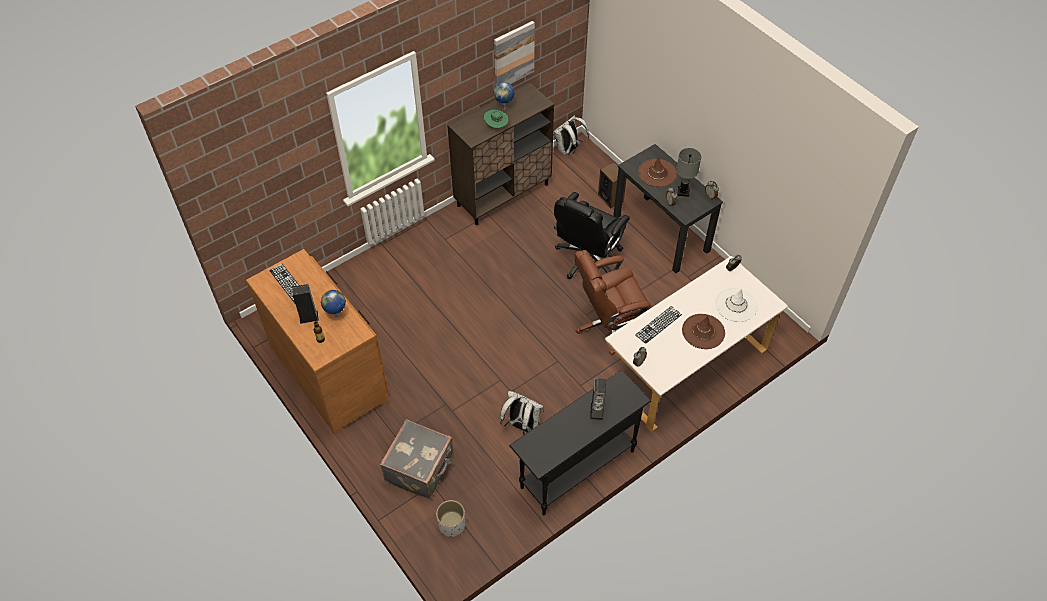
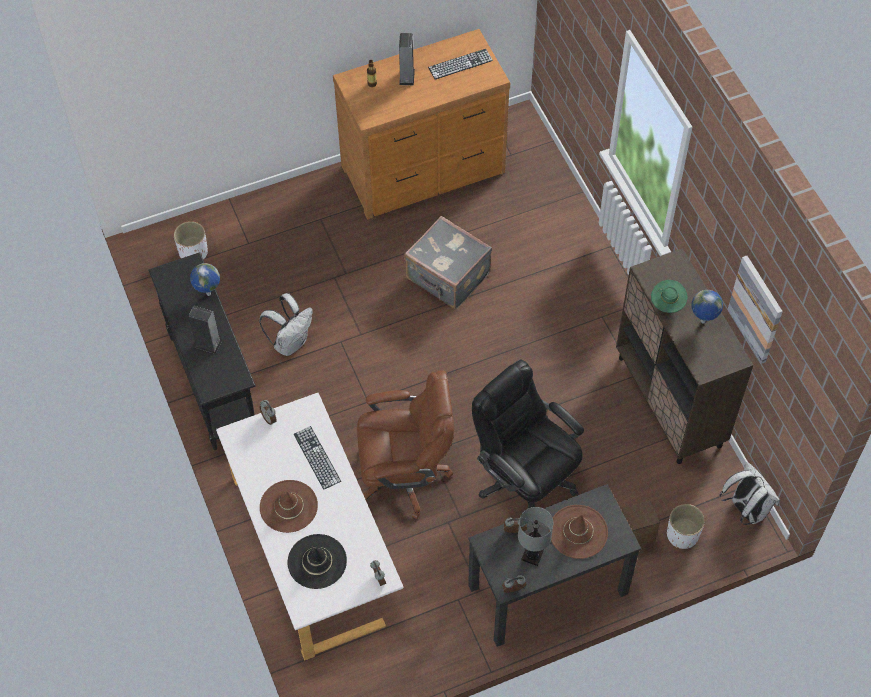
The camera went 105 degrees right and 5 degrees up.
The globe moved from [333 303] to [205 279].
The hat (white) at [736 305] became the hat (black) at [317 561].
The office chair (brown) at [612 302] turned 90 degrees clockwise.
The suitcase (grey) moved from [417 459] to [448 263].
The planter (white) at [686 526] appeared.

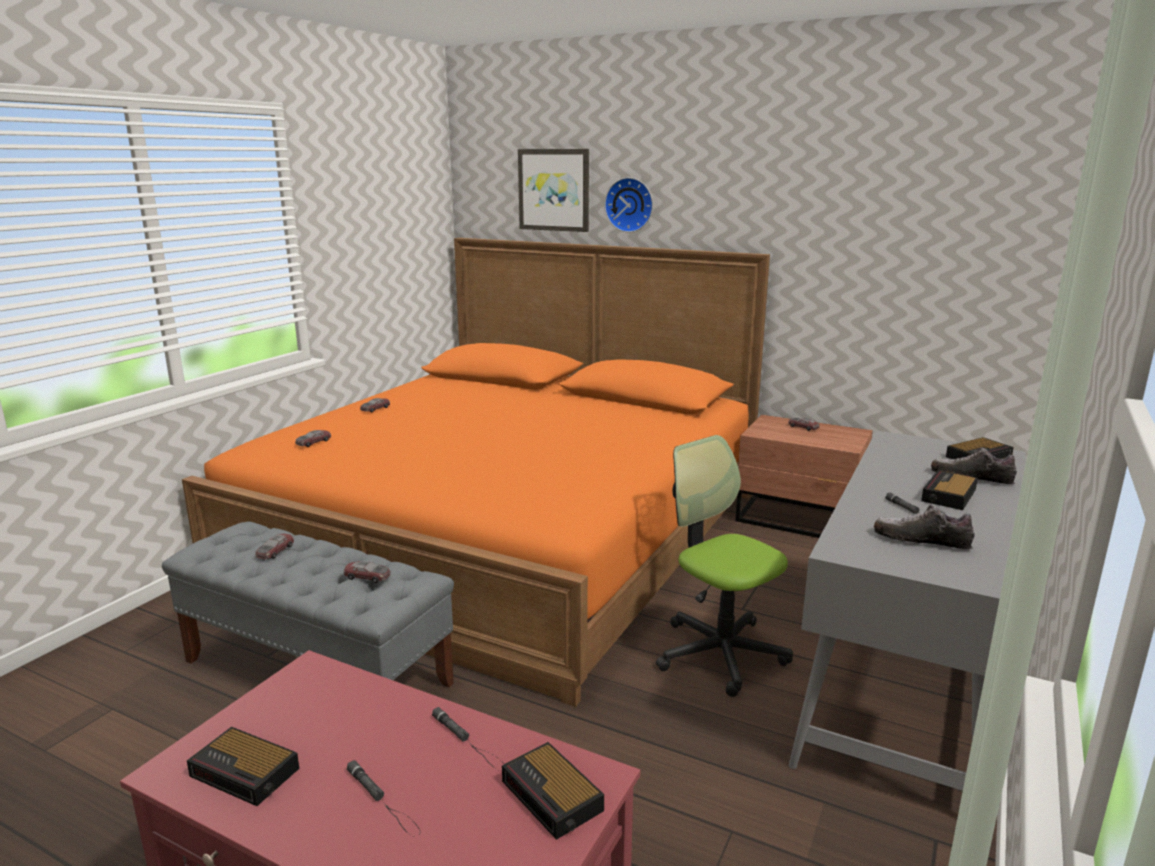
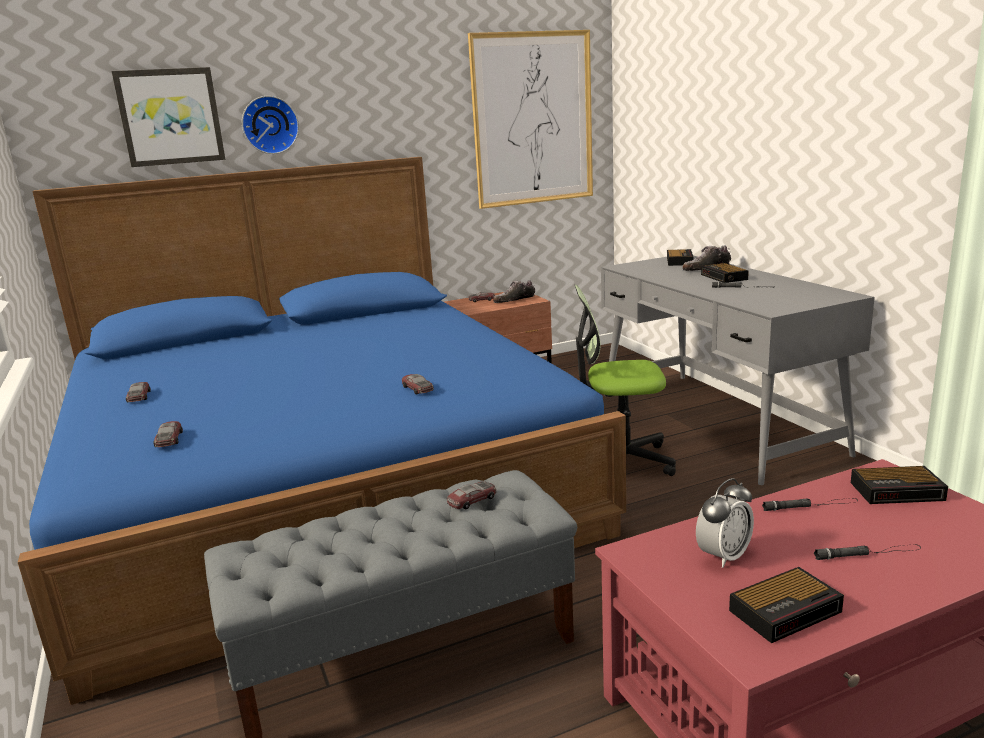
The camera went 50 degrees left and 0 degrees up.
The bed (orange) at [476 472] became the bed (blue) at [322 431].
The toy car moved from [274 546] to [418 384].
The picture at [530 119] appeared.
The shoe moved from [924 526] to [514 291].
The alarm clock at [725 523] appeared.

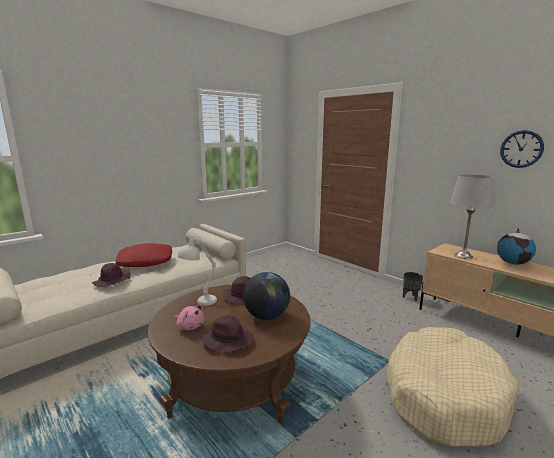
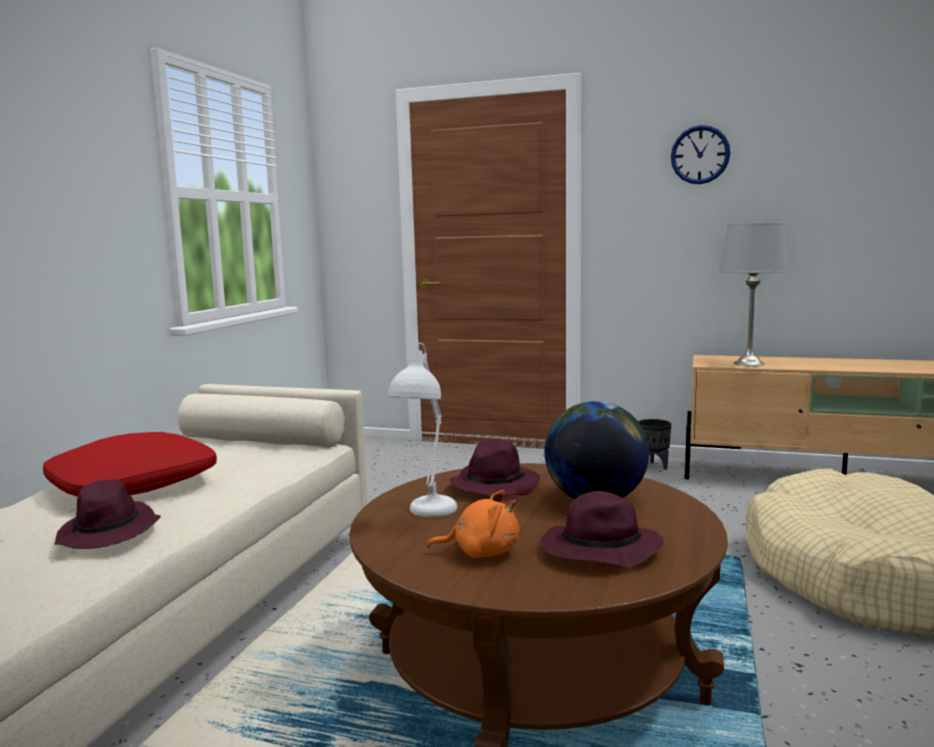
The camera went 30 degrees left and 5 degrees down.
The plush toy (pink) at [189 317] became the plush toy (orange) at [473 524].
The wall clock moved from [522 149] to [700 154].
The globe at [516 246] disappeared.

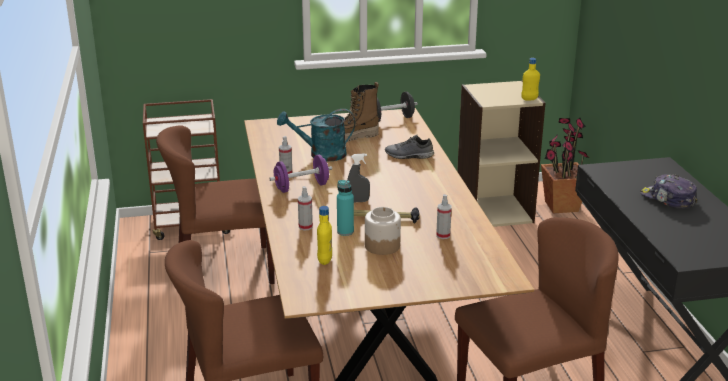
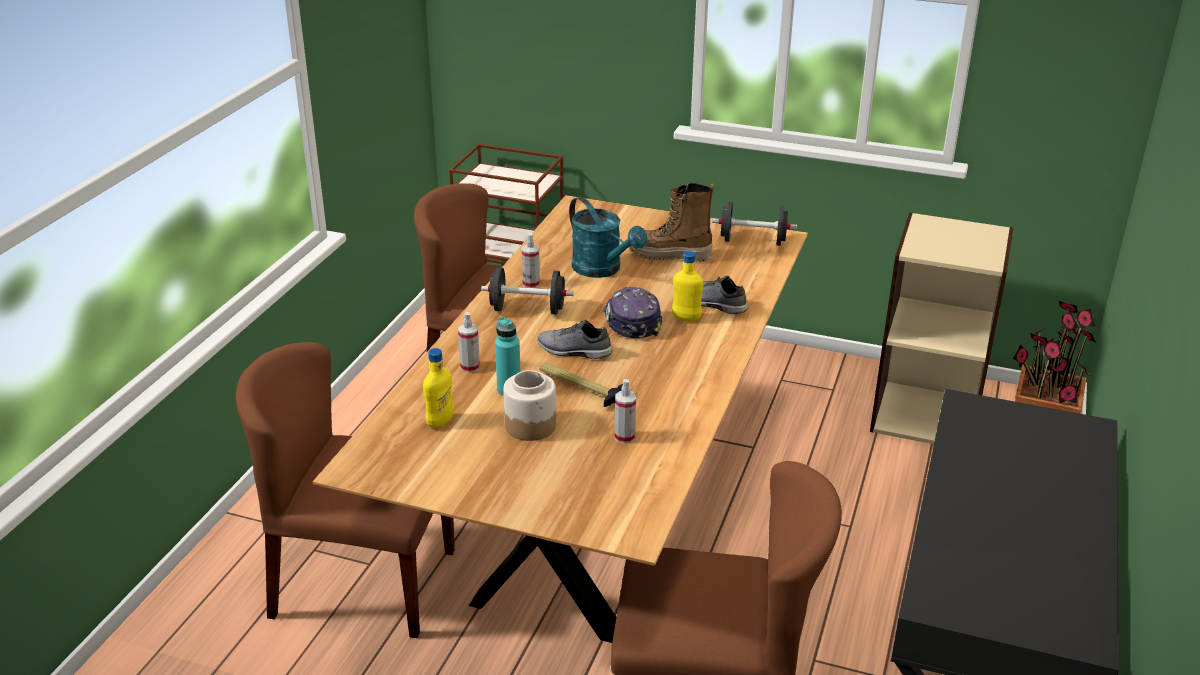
The camera went 30 degrees right and 5 degrees up.
The dumbbell (purple) at [300 174] became the dumbbell (black) at [527 291].
The spray bottle (grey) at [358 177] was replaced by the shoe (grey) at [575 339].
The watering can (turquoise) at [316 135] turned 150 degrees counterclockwise.
The cap moved from [669 192] to [632 312].
The bottle (yellow) moved from [530 79] to [687 286].

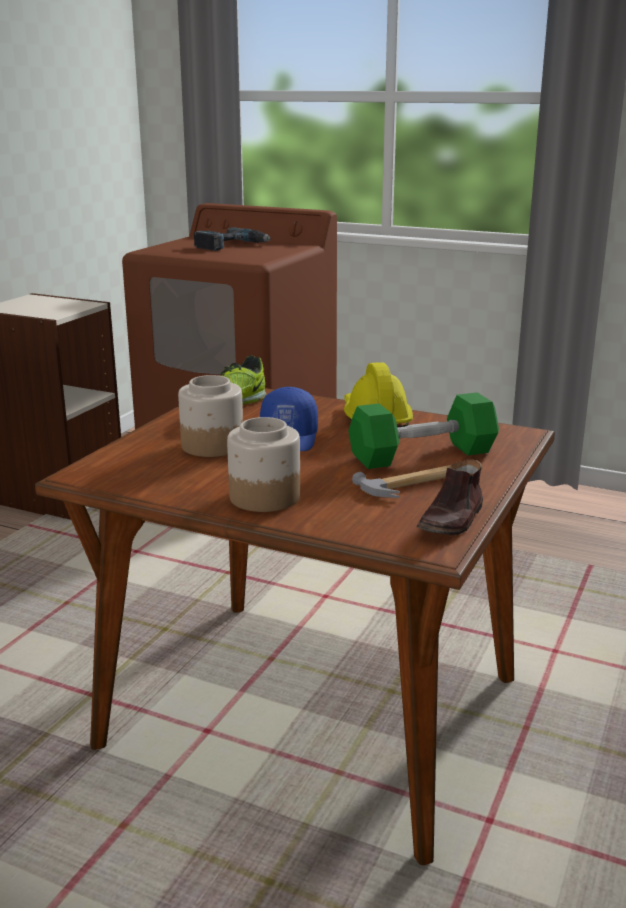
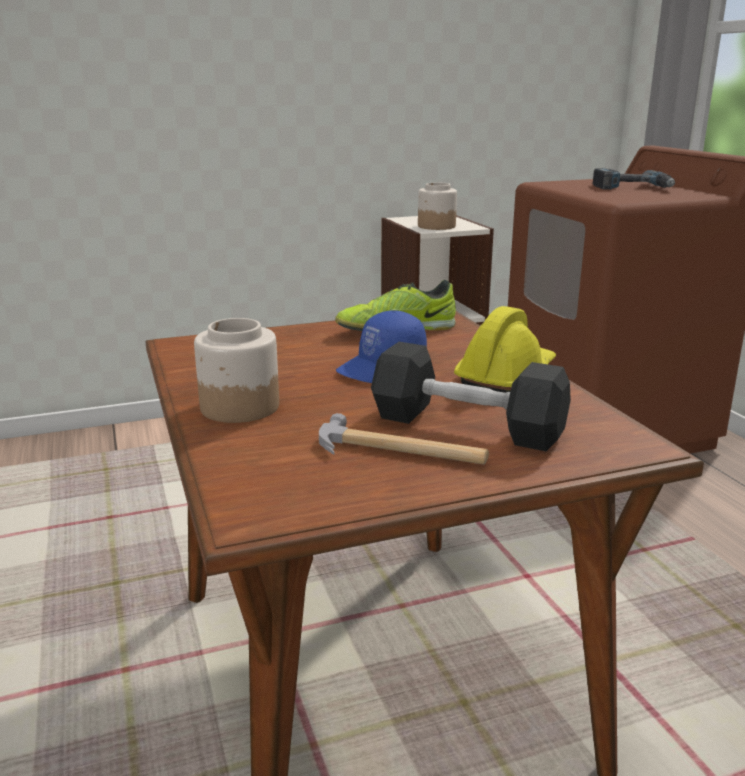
The camera went 45 degrees right and 0 degrees up.
The dumbbell (green) at [424 430] became the dumbbell (black) at [471 396].
The jar moved from [210 416] to [437 206].
The shoe (brown) at [450 497] disappeared.

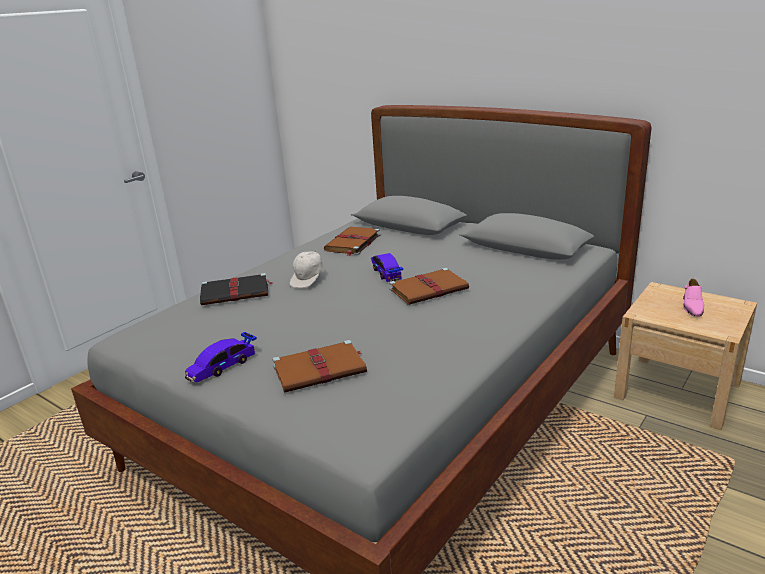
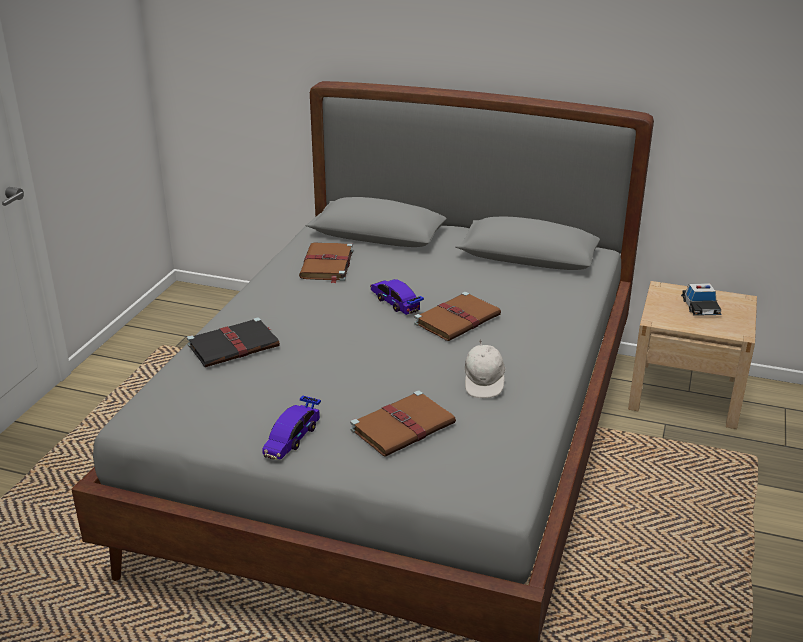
The camera went 20 degrees left and 5 degrees up.
The cap (white) moved from [306 268] to [485 368].
The shoe (pink) at [693 298] was replaced by the toy car at [701 299].

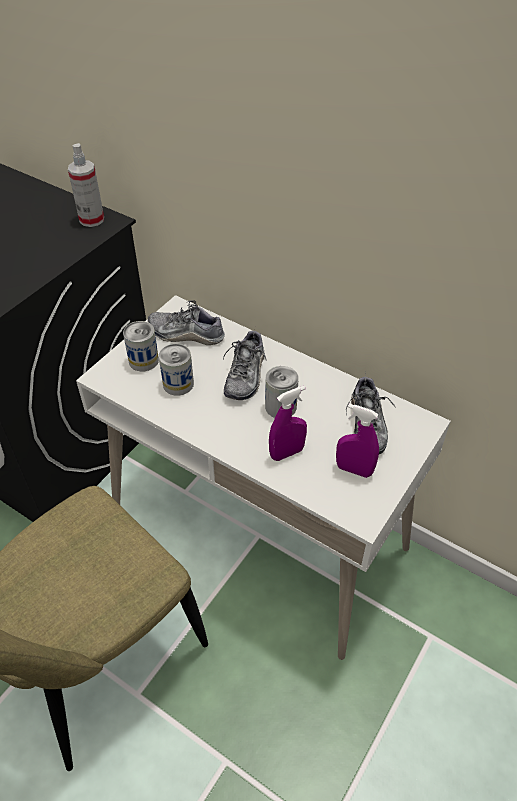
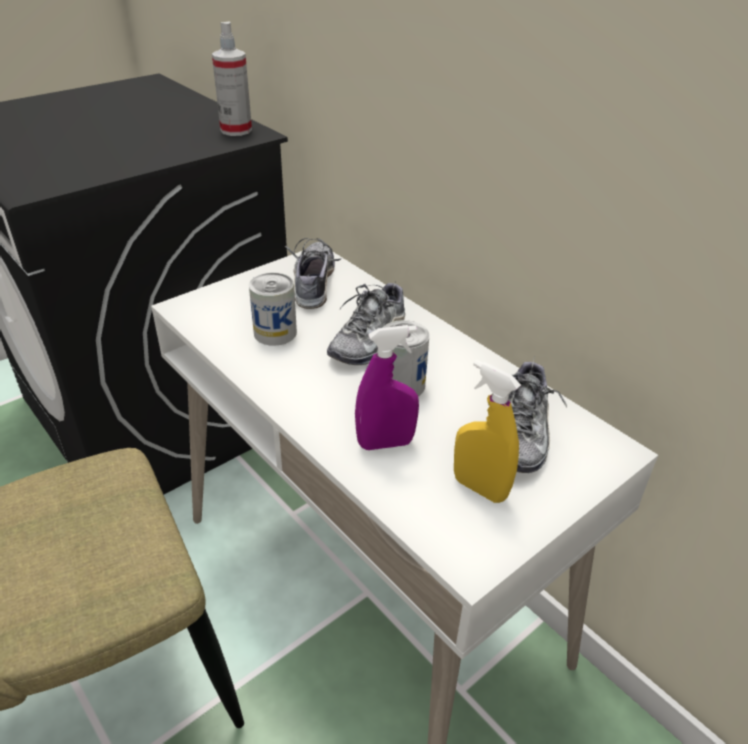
The camera went 15 degrees right and 10 degrees down.
The shoe at [186 322] turned 60 degrees clockwise.
The spray bottle (purple) at [357 441] became the spray bottle (yellow) at [487 431].
The can at [141 346] disappeared.

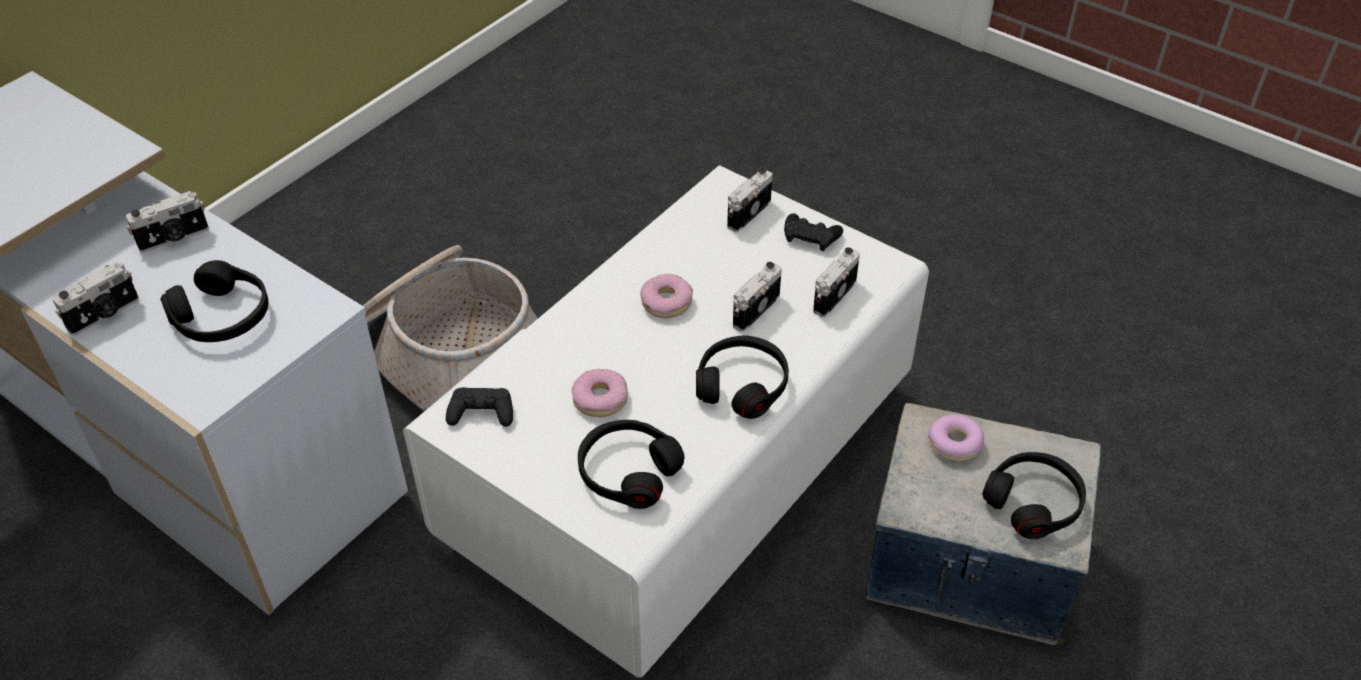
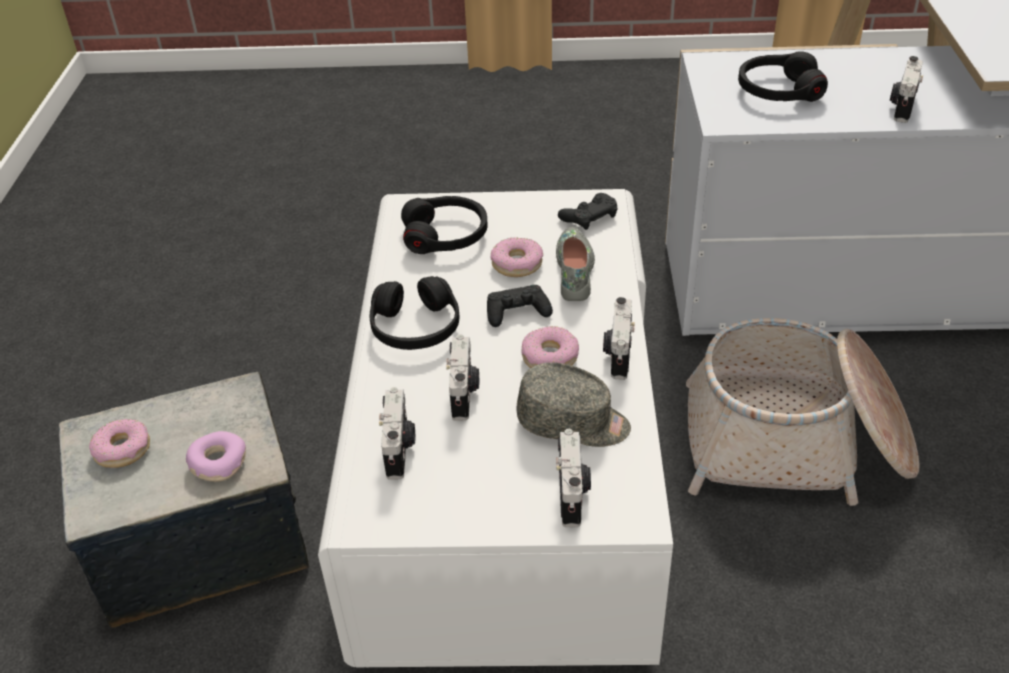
The camera went 145 degrees right and 5 degrees down.
The headphones (black) at [1034 495] was replaced by the donut at [119 443].
The game controller (black) moved from [813 232] to [520 306].
The cap (grey) at [573 404] appeared.
The shoe (grey) at [575 264] appeared.
The photo camera moved from [96 299] to [619 338].

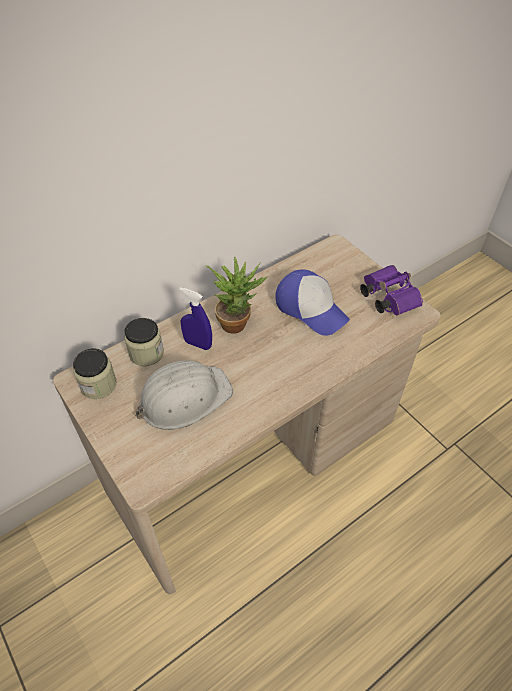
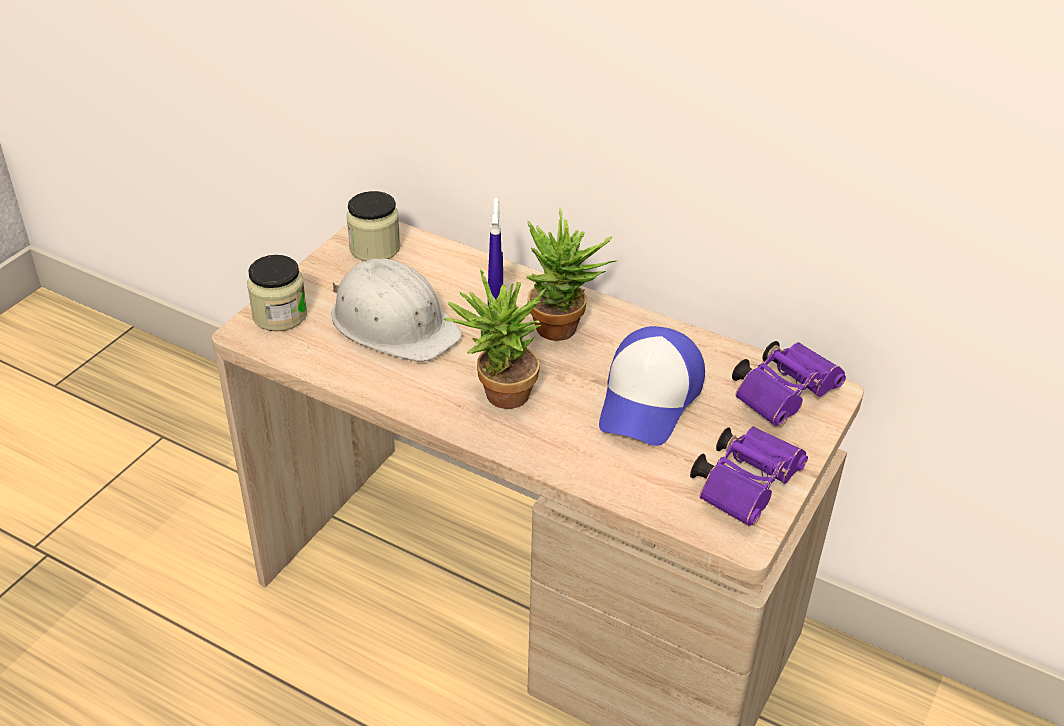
The camera went 65 degrees right and 10 degrees down.
The jar moved from [144 342] to [277 293].
The potted plant at [495 339] appeared.
The binoculars (purple) at [789 383] appeared.

